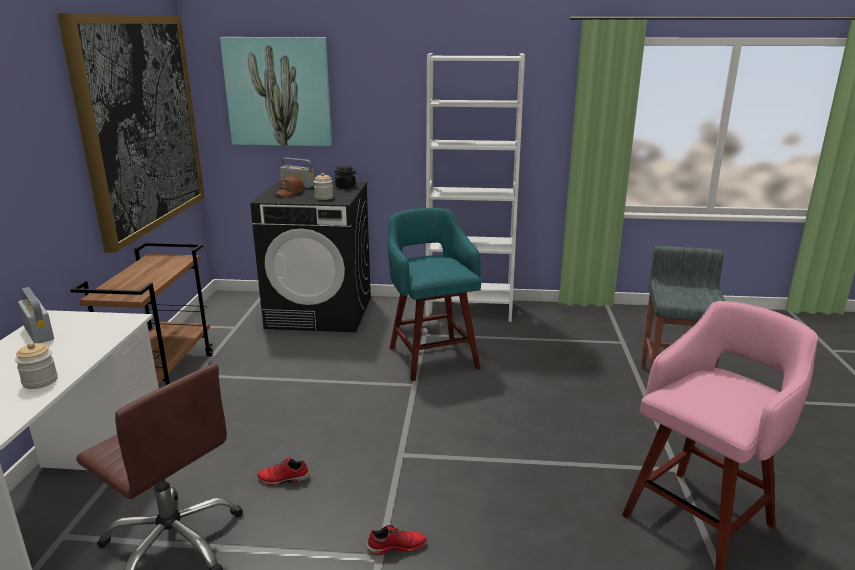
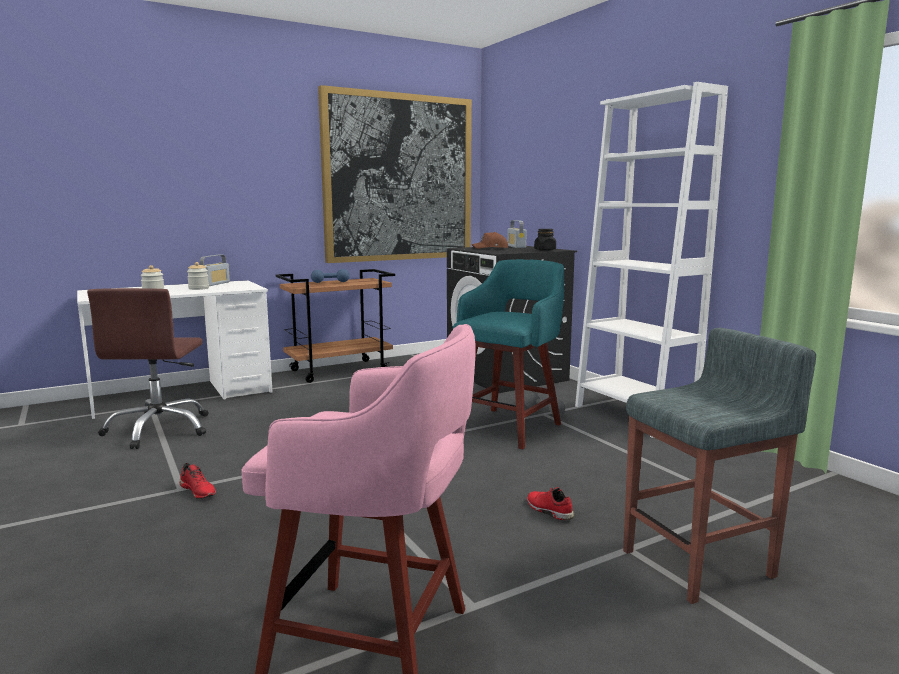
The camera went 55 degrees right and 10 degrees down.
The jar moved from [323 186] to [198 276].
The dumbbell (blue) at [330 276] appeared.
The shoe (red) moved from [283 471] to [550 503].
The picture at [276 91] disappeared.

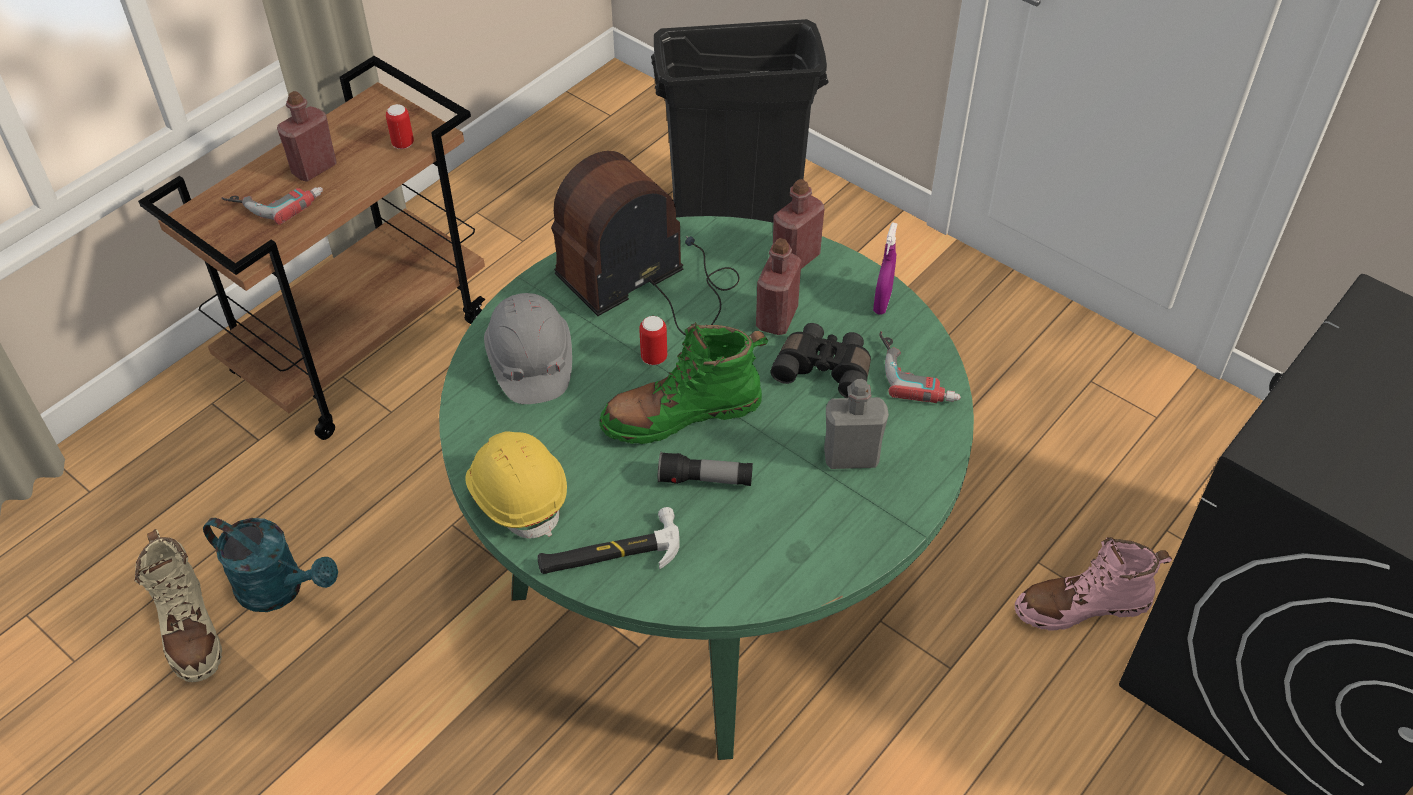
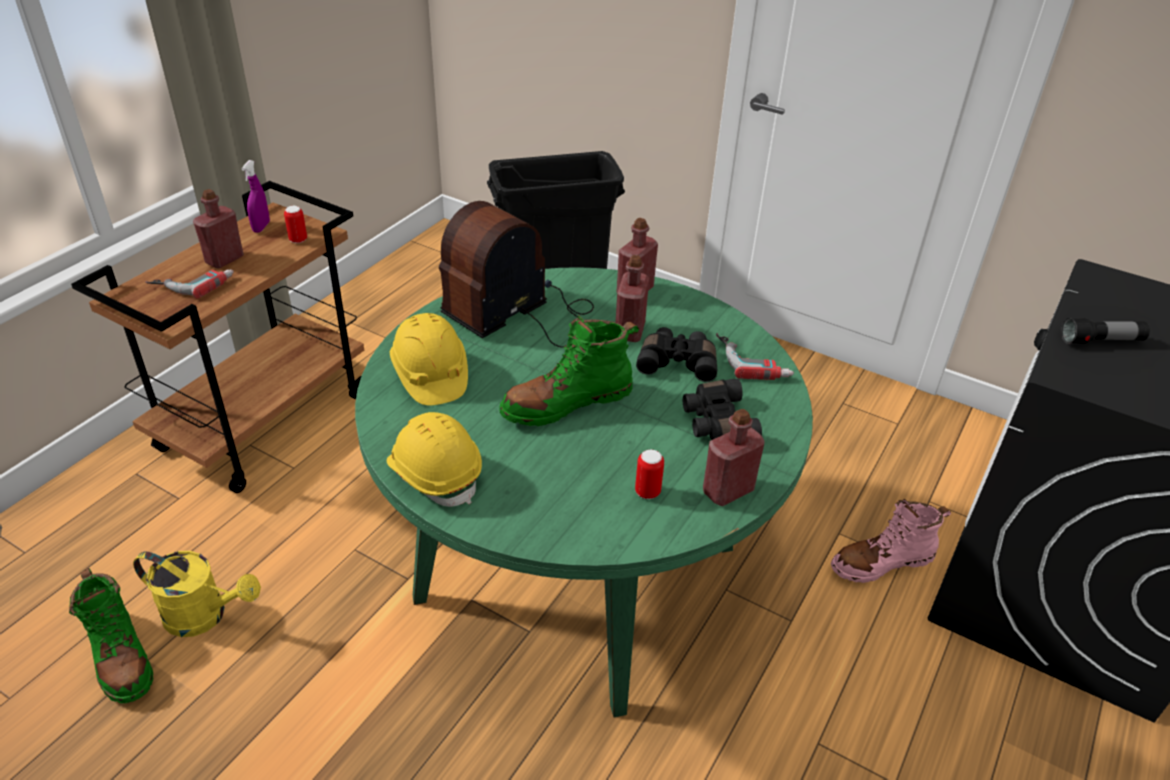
The camera went 10 degrees left and 10 degrees down.
The boot (beige) at [178 605] became the boot (green) at [111 635].
The watering can (turquoise) at [270 565] became the watering can (yellow) at [197 594].
The spray bottle (purple) moved from [885 268] to [256 196].
The hard hat (grey) at [528 348] became the hard hat (yellow) at [429 359].
The can moved from [653 340] to [649 474].
The bottle (grey) at [856 424] was replaced by the binoculars (black) at [722 409].
The bottle (red) at [733 457] appeared.
The flashlight moved from [705 469] to [1105 331].
The hammer at [609 540] disappeared.

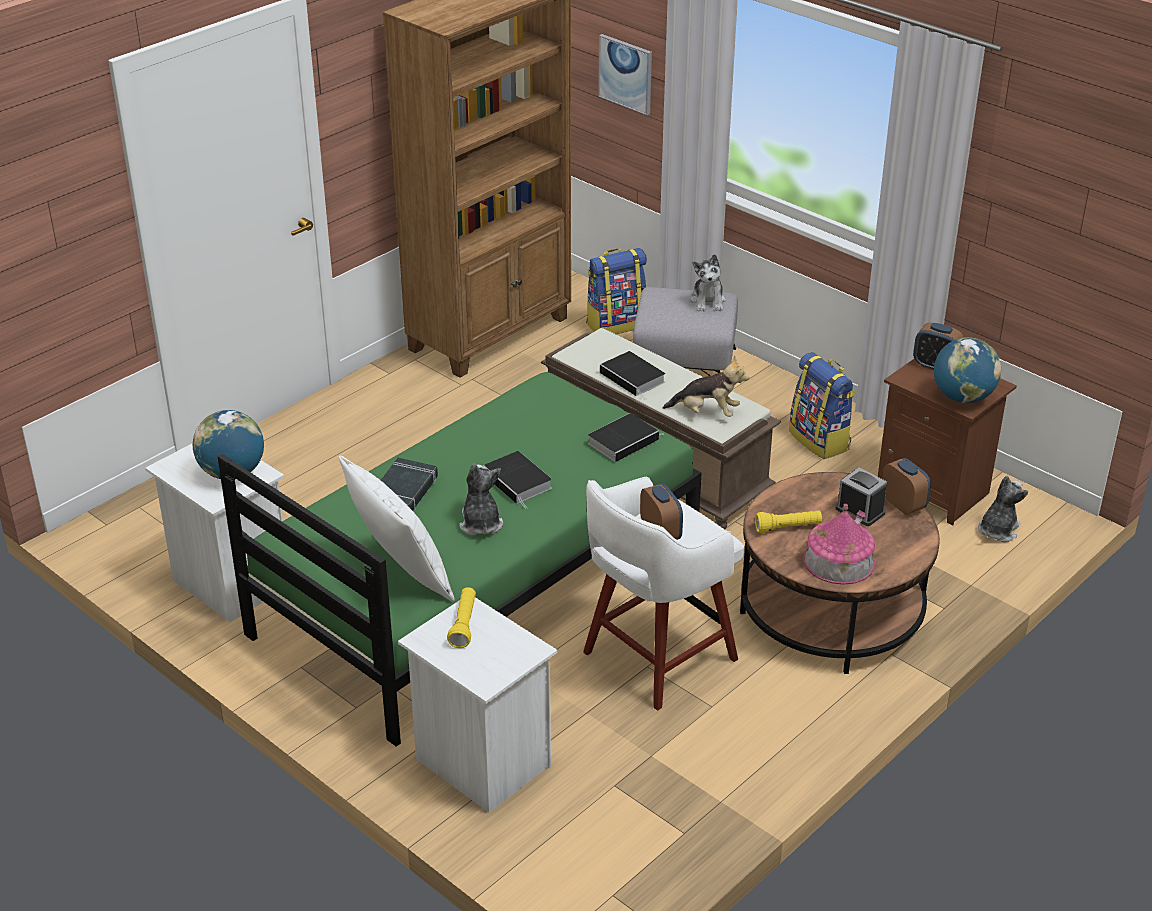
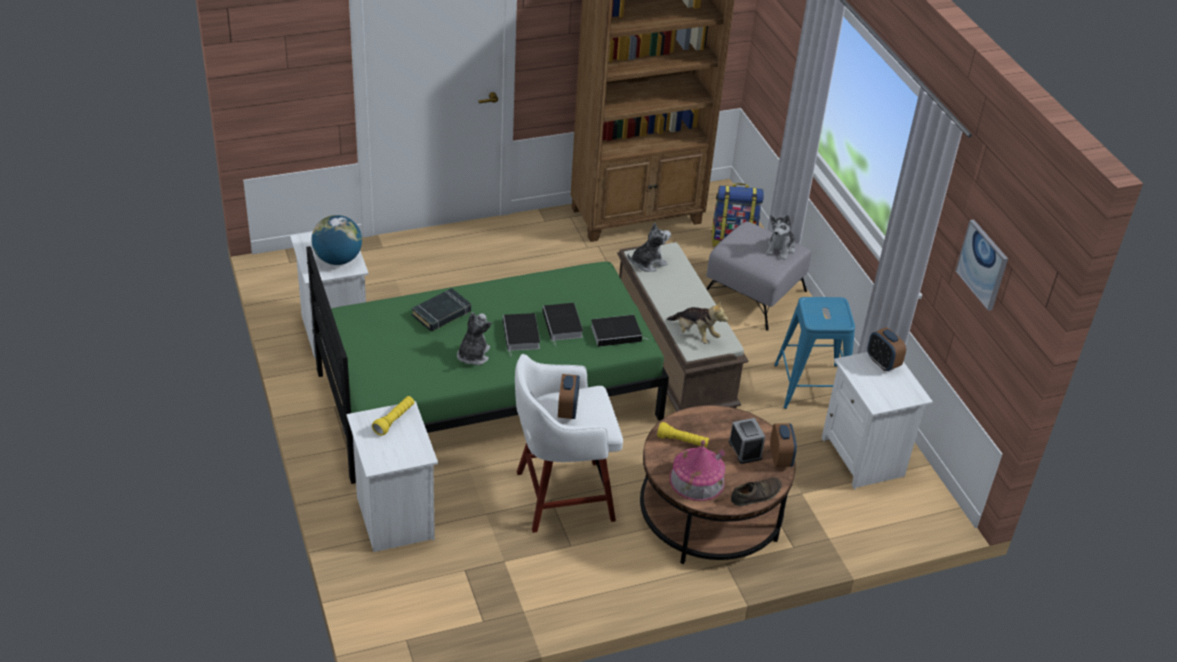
The camera went 25 degrees right and 5 degrees up.
The book moved from [633 375] to [563 324].
The plush toy moved from [1003 509] to [649 247].
The shoe (brown) at [756 491] appeared.
The backpack at [822 405] was replaced by the stool (blue) at [814 353].
The nightstand (brown) at [947 442] became the nightstand (white) at [877 421].
The picture moved from [625 74] to [981 265].
The pillow (white) at [397 528] disappeared.
The globe at [967 370] disappeared.

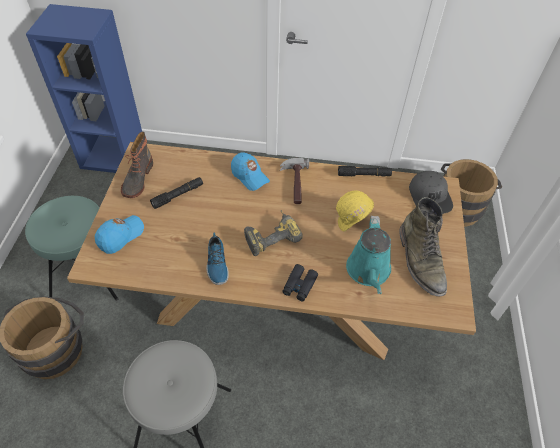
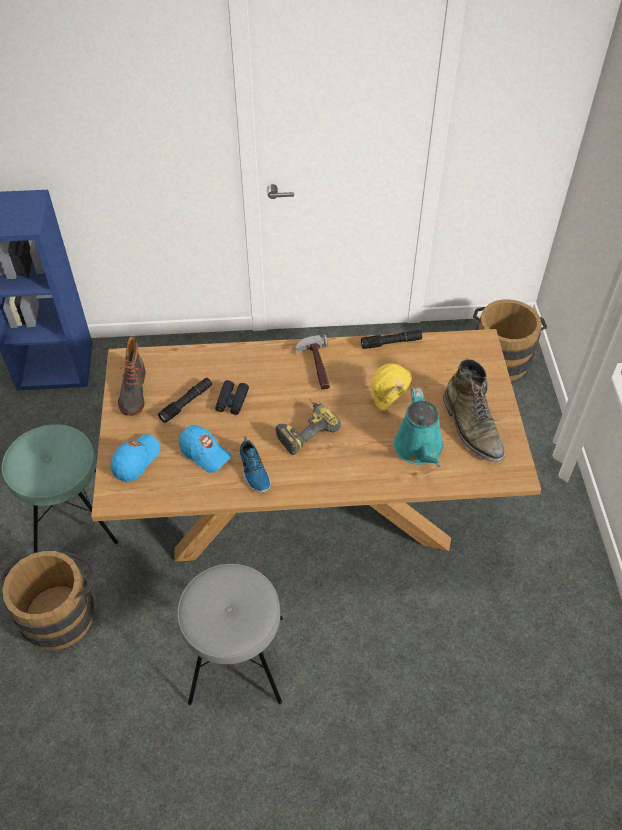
The camera went 10 degrees left and 0 degrees up.
The cap (blue) moved from [250 171] to [205 449].
The binoculars (black) moved from [300 282] to [232 397].
The cap (grey) at [431 192] disappeared.

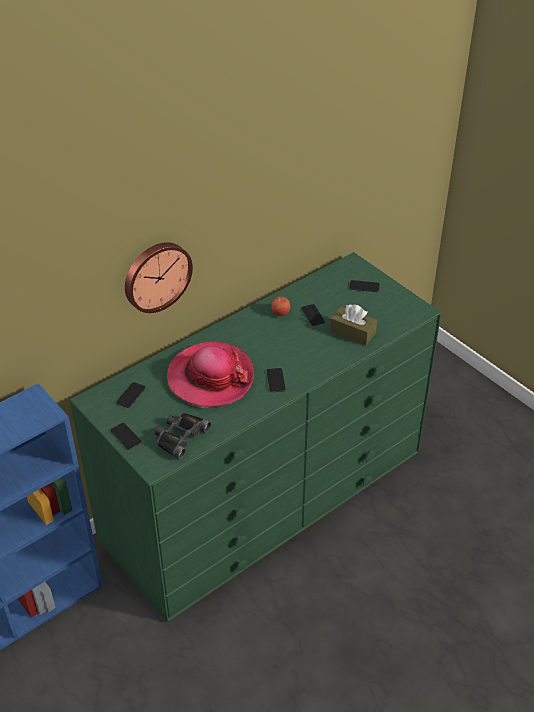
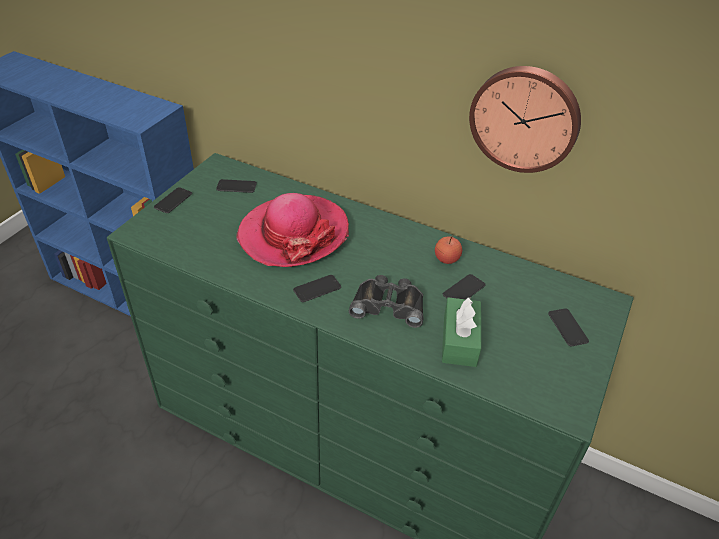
The camera went 65 degrees right and 0 degrees up.
The binoculars (black) moved from [183 436] to [386 301].
The tissue box (brown) at [353 324] became the tissue box (green) at [461 332].
The wall clock moved from [159 277] to [525 119].

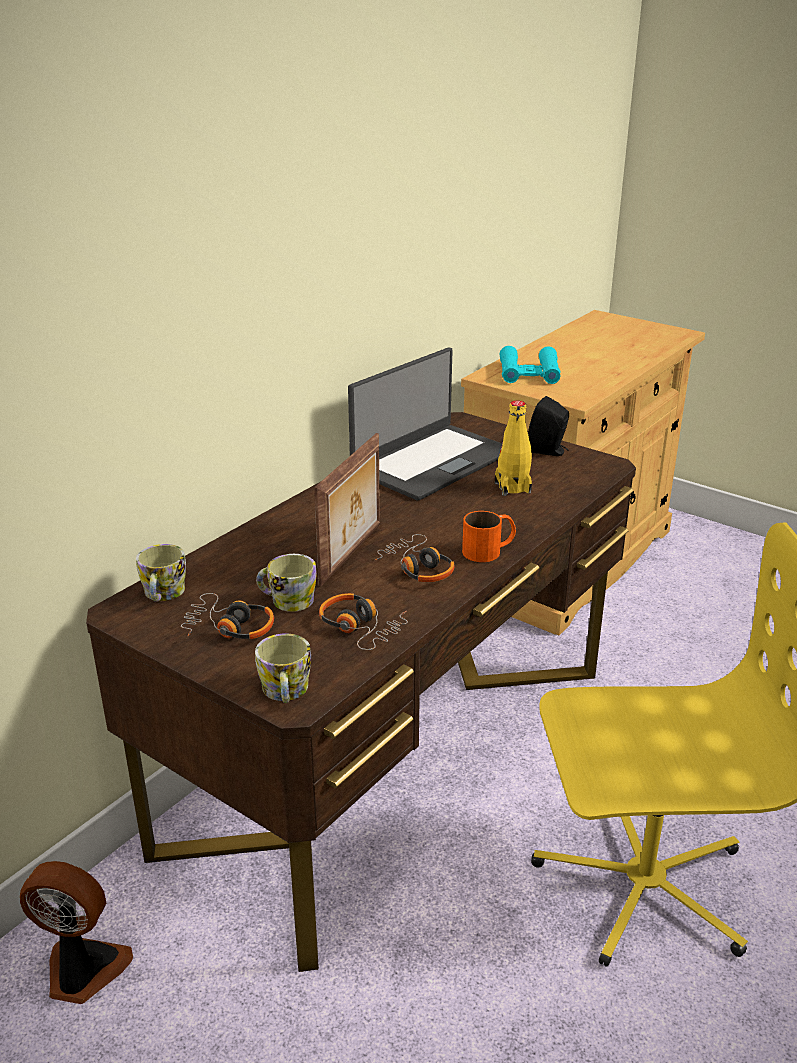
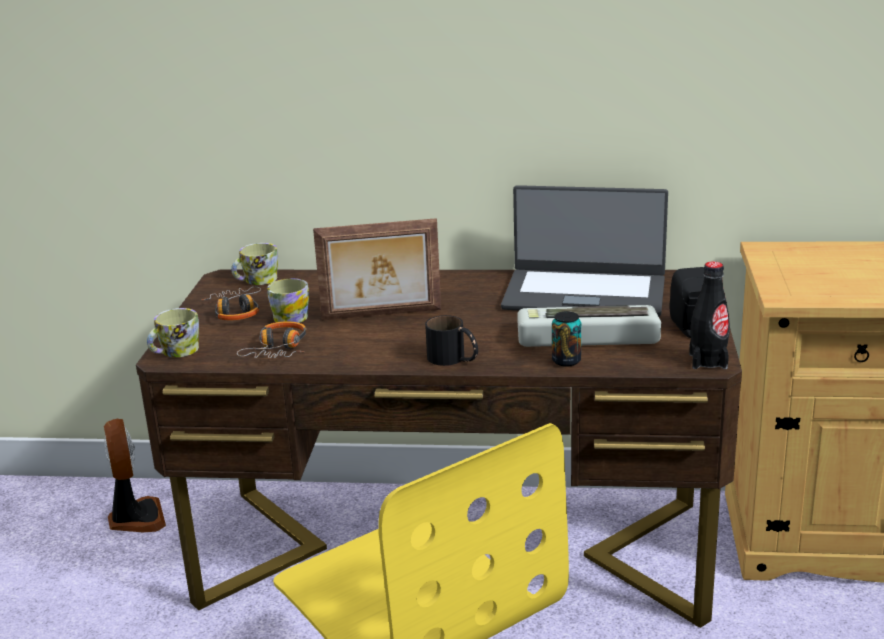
The camera went 60 degrees right and 5 degrees down.
The mug (orange) at [489 536] became the mug (black) at [451 340].
The bottle (yellow) at [513 448] was replaced by the keyboard at [589 326].
The can at [566 339] appeared.
The bottle (black) at [709 315] appeared.
The headphones at [414 558] disappeared.
The binoculars (turquoise) at [530 365] disappeared.

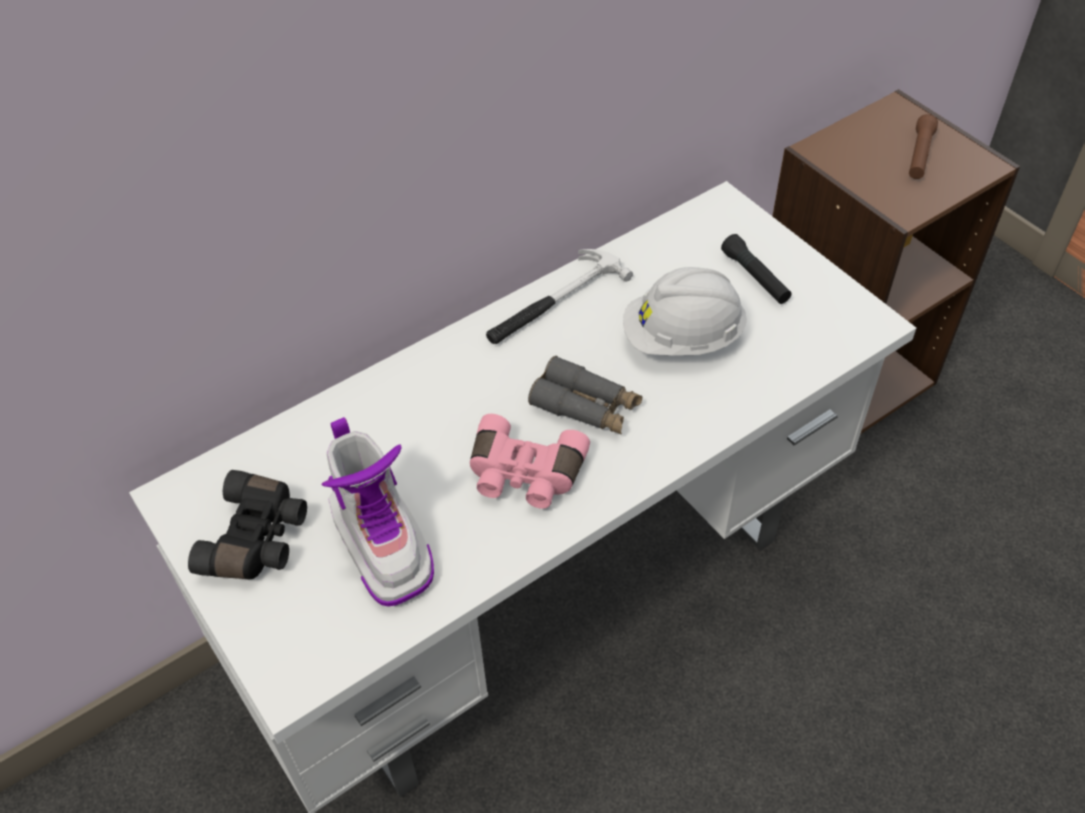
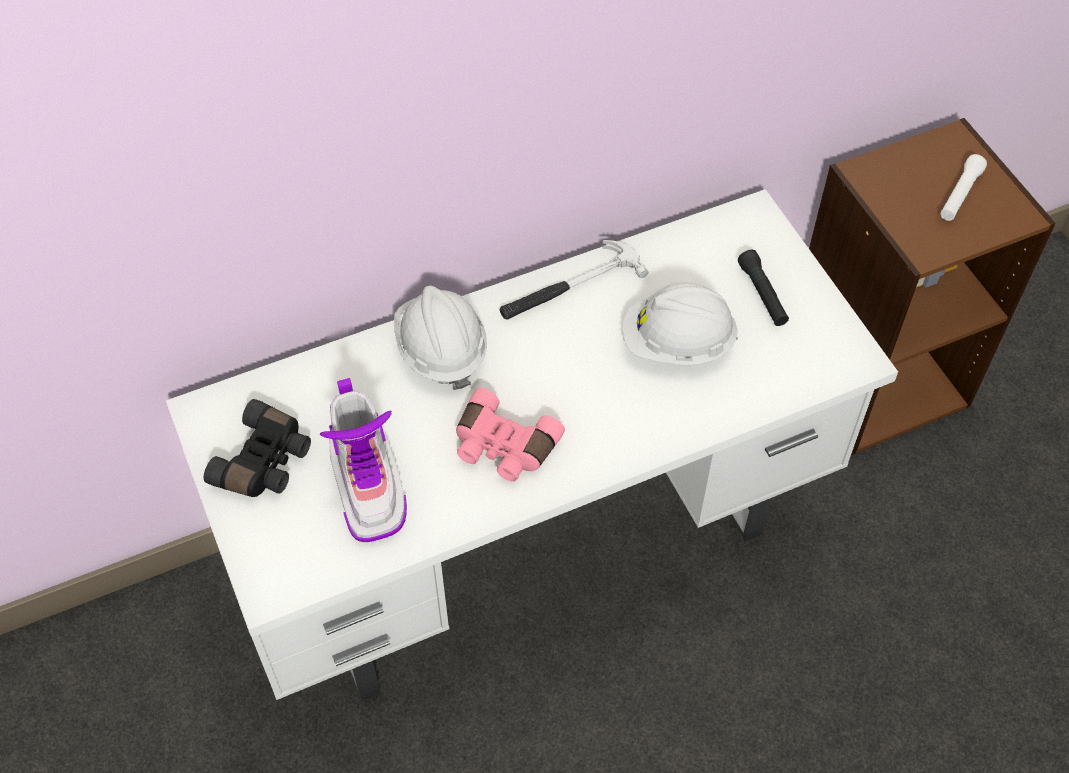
The camera went 10 degrees right and 5 degrees up.
The hard hat (white) at [440 337] appeared.
The flashlight (brown) at [923 146] became the flashlight (white) at [963 187].
The binoculars (grey) at [585 395] disappeared.

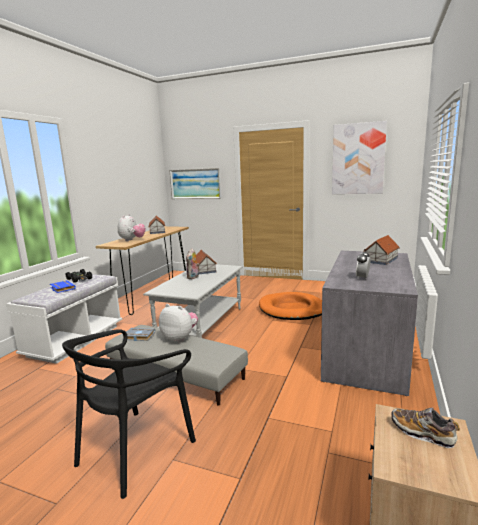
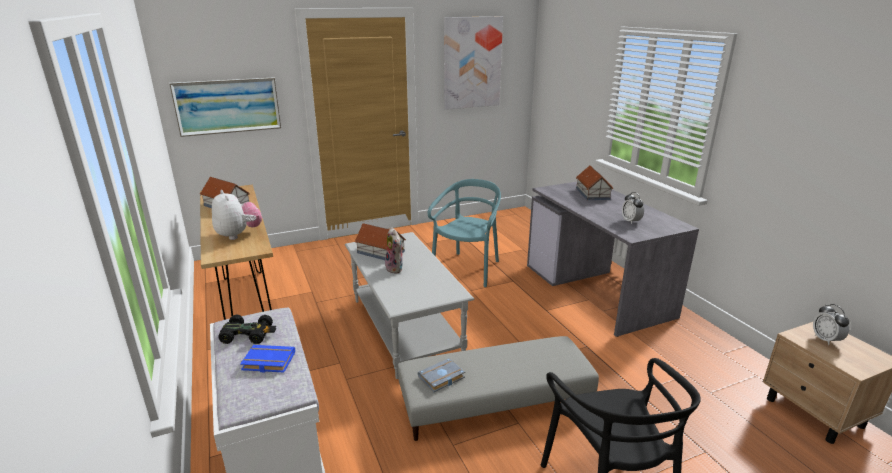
The camera went 45 degrees left and 10 degrees up.
The dog bed (orange) at [290 306] was replaced by the chair (turquoise) at [464 233].
The shoe at [425 428] was replaced by the alarm clock at [831 324].
The plush toy at [178 323] disappeared.

